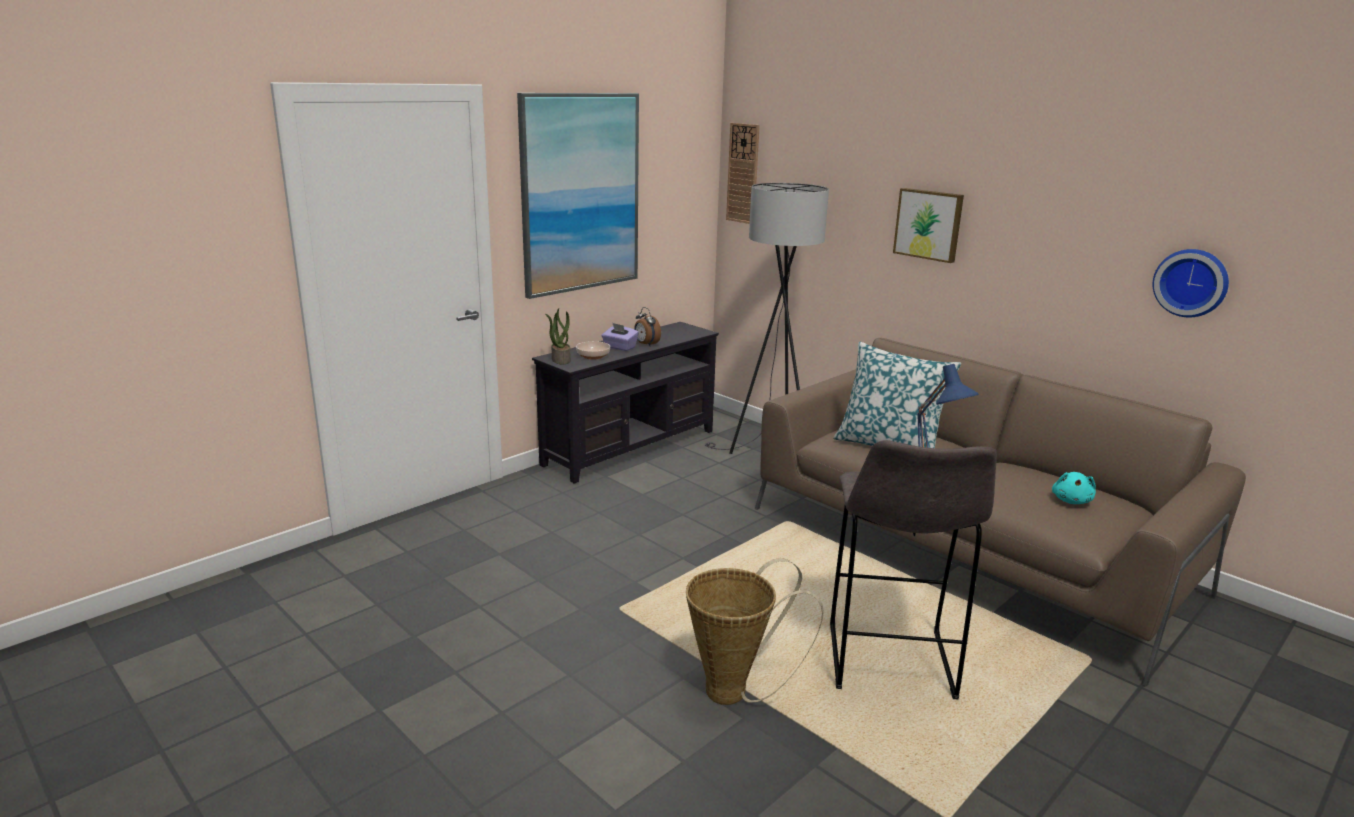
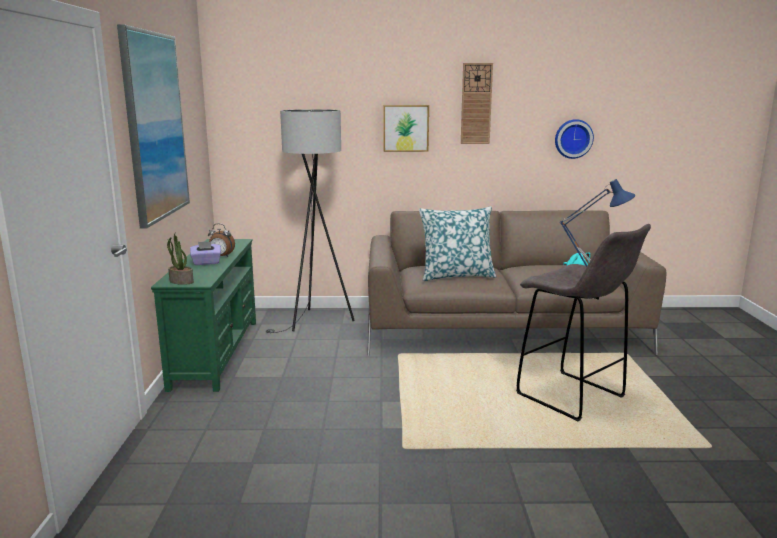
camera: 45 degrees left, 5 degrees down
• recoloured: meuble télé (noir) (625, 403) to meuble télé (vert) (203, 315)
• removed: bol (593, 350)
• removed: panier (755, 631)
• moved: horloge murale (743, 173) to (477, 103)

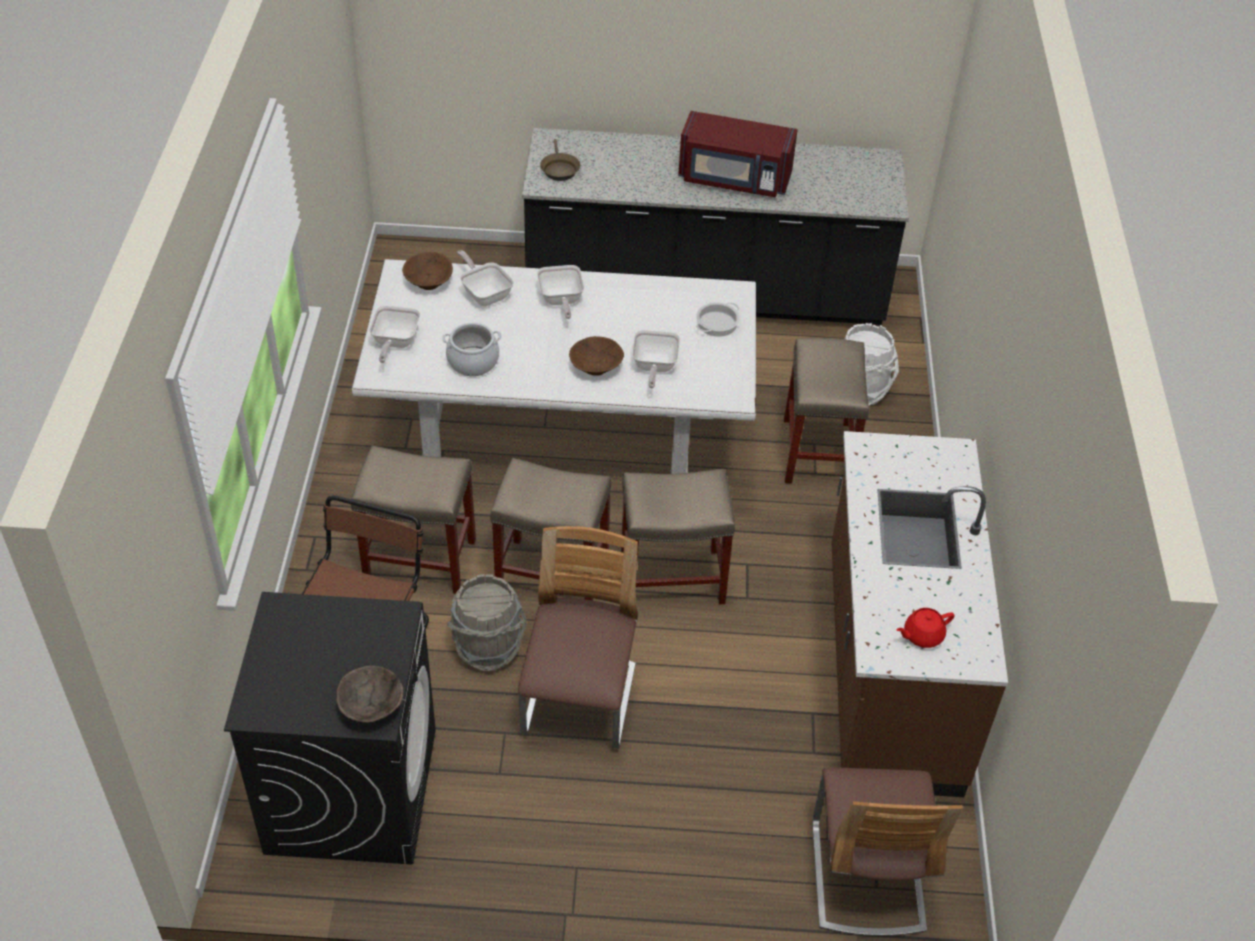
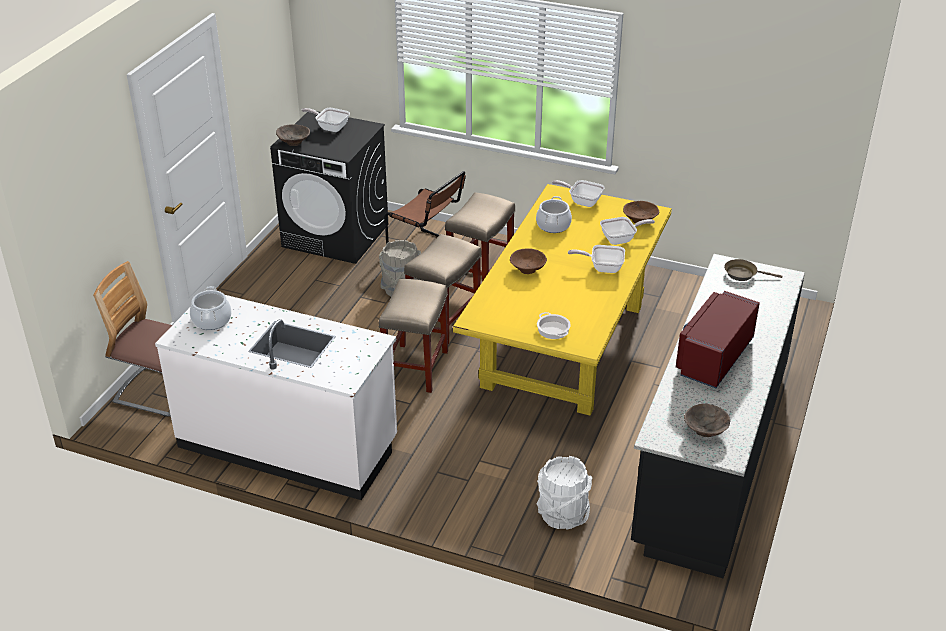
camera: 110 degrees right, 10 degrees down
• recoloured: table à manger (blanc) (554, 366) to table à manger (jaune) (562, 300)
• removed: chaise (578, 637)
• moved: poêle (656, 359) to (326, 120)
• removed: tabouret (beige) (826, 411)
• recoloured: comptoir de cuisine (marron) (919, 614) to comptoir de cuisine (blanc) (276, 395)
• replaced: théière (rouge) (925, 628) to marmite (211, 308)
• added: bol (marron) (707, 420)

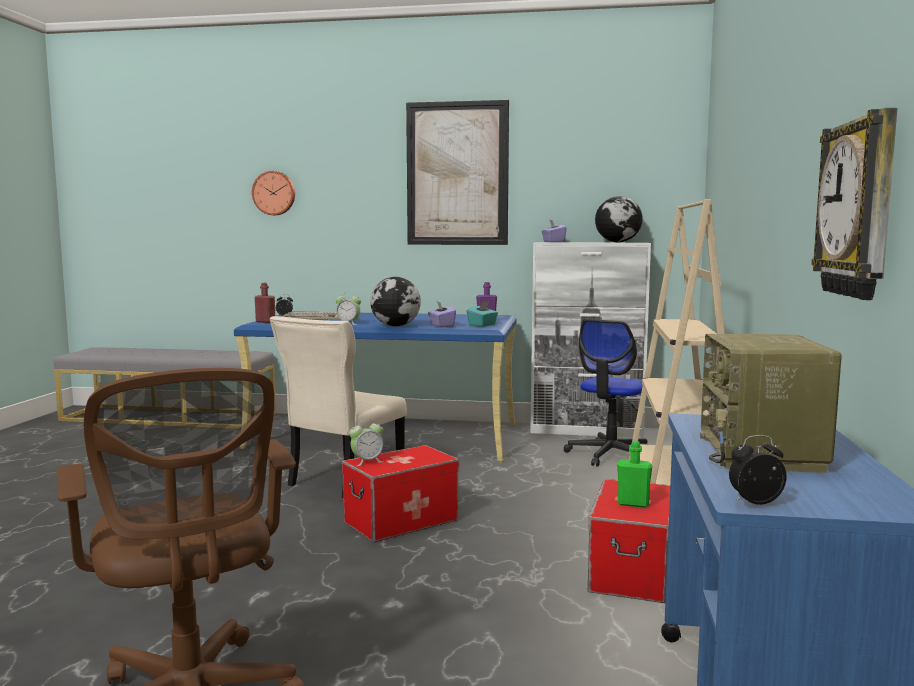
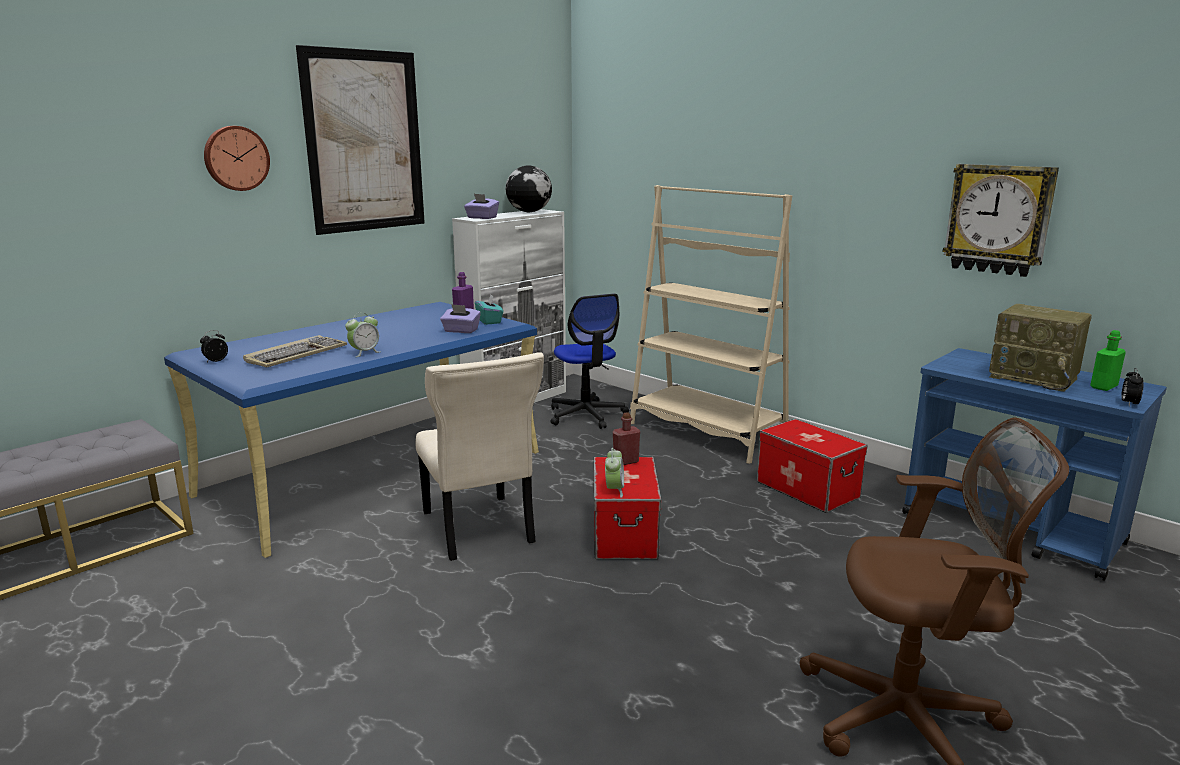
camera: 55 degrees left, 10 degrees up
• moved: horloge murale (273, 193) to (237, 158)
• moved: bouteille (rouge) (265, 303) to (626, 438)
• removed: globe (395, 301)
• moved: bouteille (vert) (634, 474) to (1108, 360)

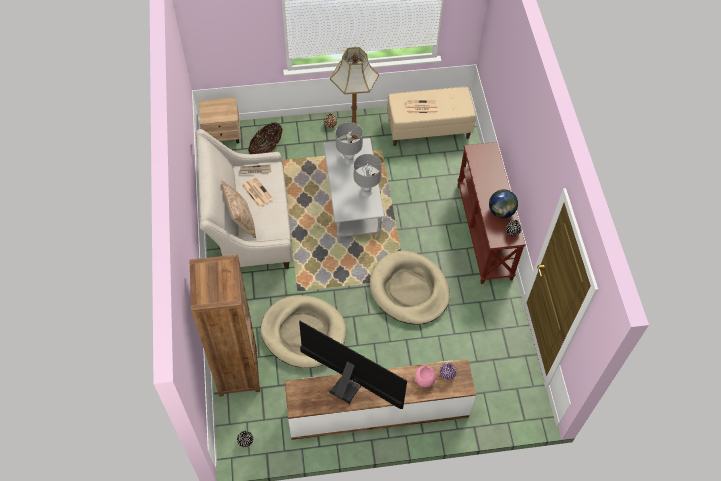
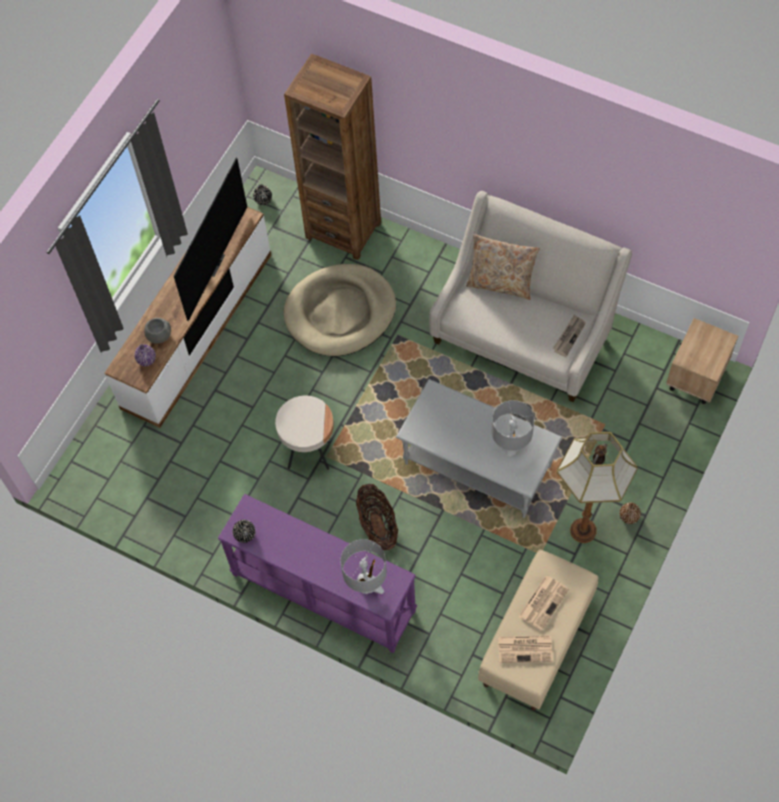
camera: 130 degrees right, 5 degrees up
• moved: journal (258, 192) to (525, 649)
• moved: panier (265, 138) to (377, 517)
• turned: téléviseur (353, 365) = (210, 239) 45 degrees counterclockwise
• moved: lampe de table (gris) (368, 175) to (363, 566)
• replaced: panier pour chien (beige) (410, 288) to table d'appoint (beige) (304, 433)
• recoloured: bol (rose) (425, 376) to bol (gris) (157, 330)
• recoloured: table console (marron) (491, 213) to table console (violet) (317, 573)
• removed: globe (503, 204)

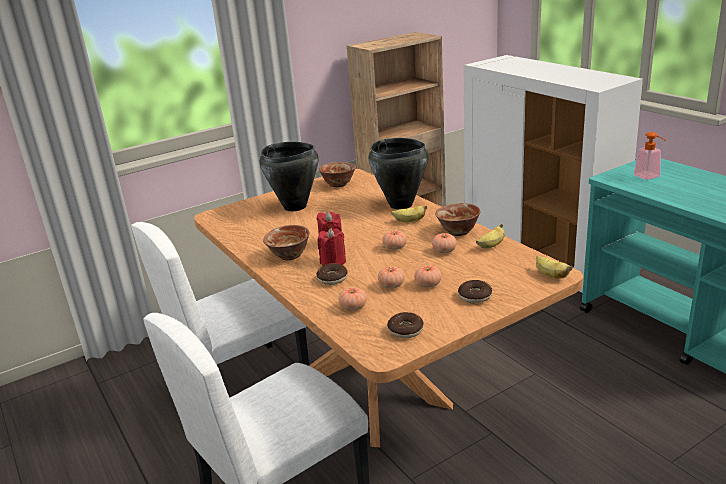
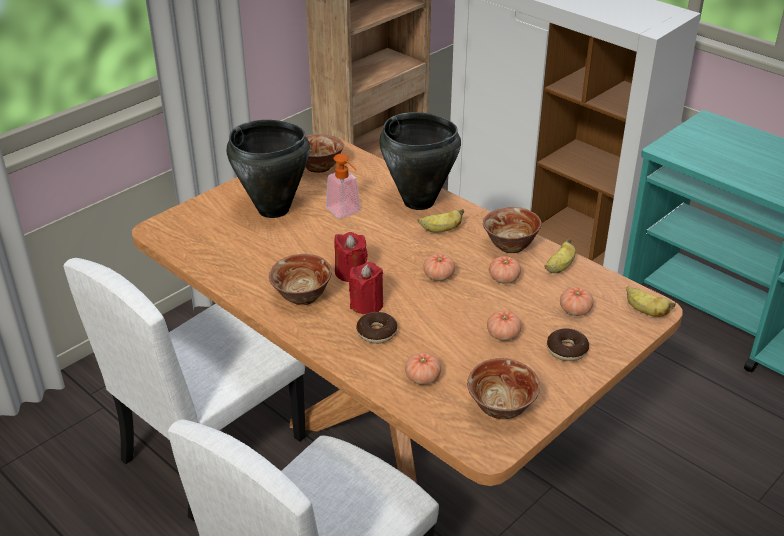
camera: 15 degrees left, 10 degrees up
• moved: tomate (391, 277) to (577, 301)
• replaced: beignet (405, 325) to bol (503, 388)
• moved: distributeur de savon (649, 156) to (343, 186)

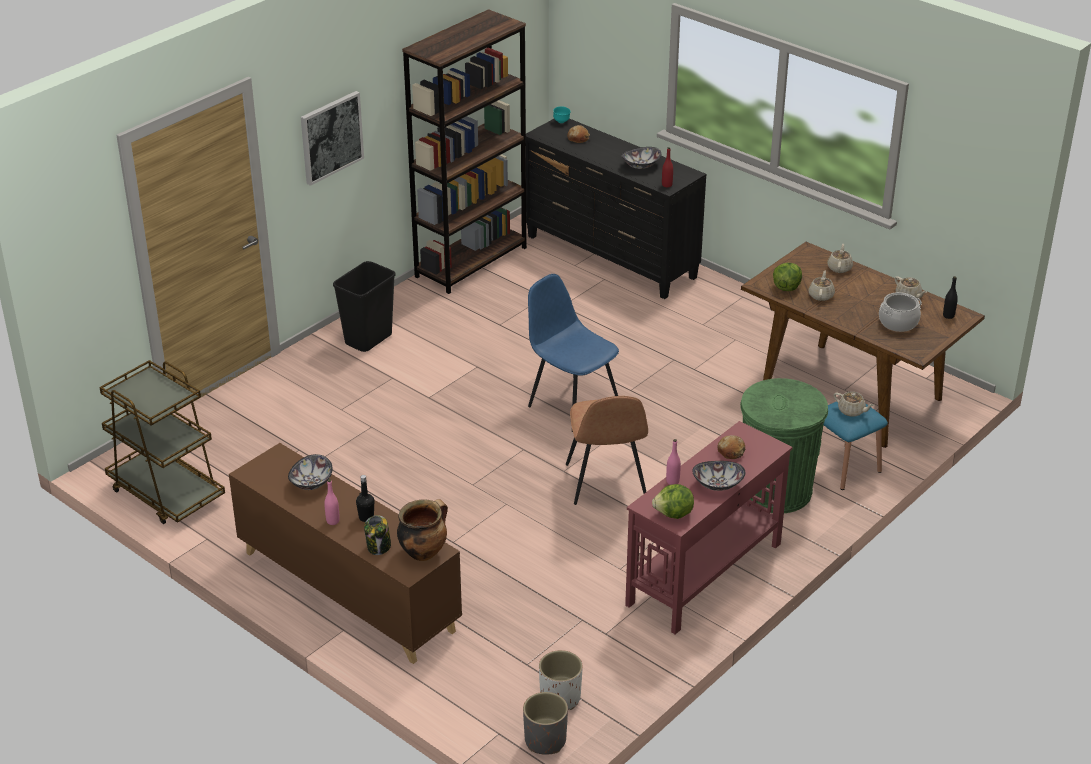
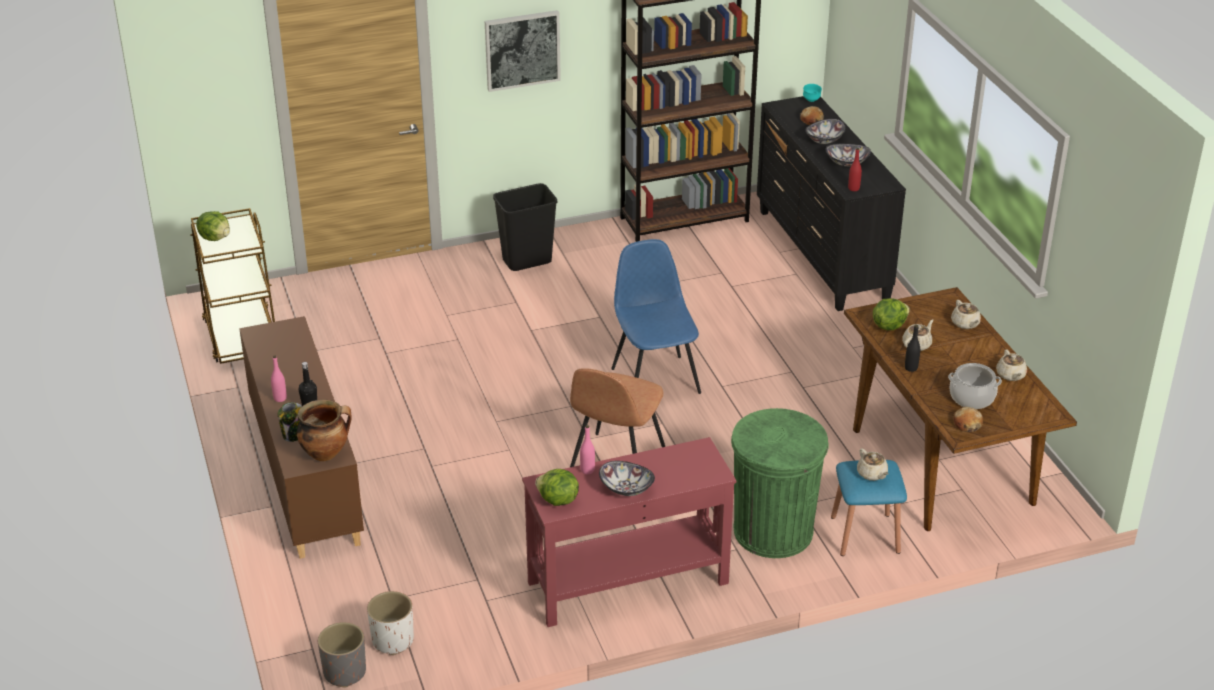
camera: 30 degrees right, 0 degrees up
• moved: bol (310, 472) to (825, 131)
• moved: pain (731, 447) to (968, 419)
• turned: théière (beige) (840, 258) = (966, 314) 120 degrees clockwise
• moved: bouteille (noir) (950, 297) to (912, 348)
• added: laitue (213, 226)

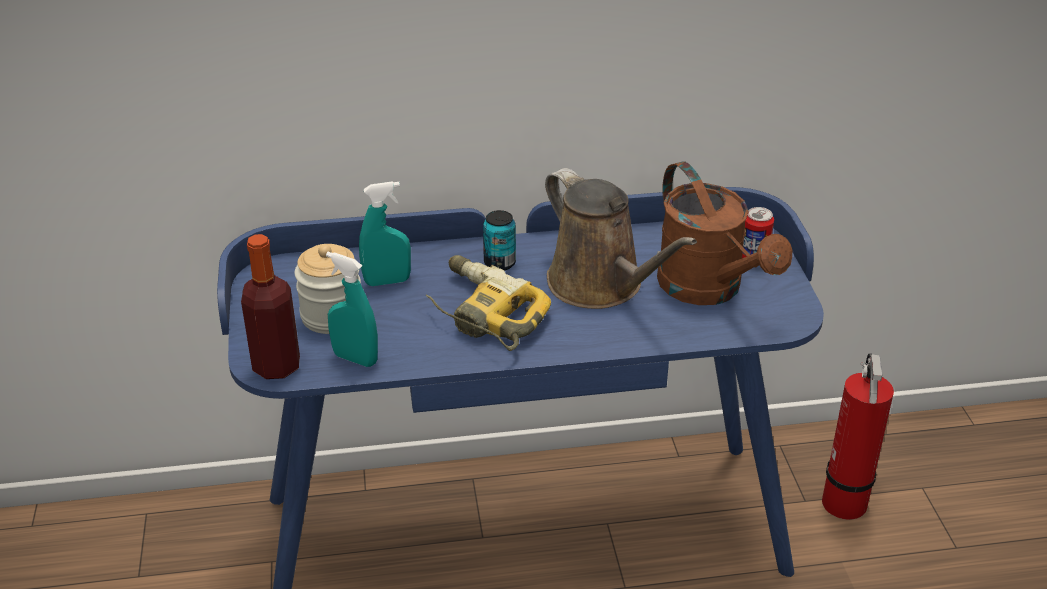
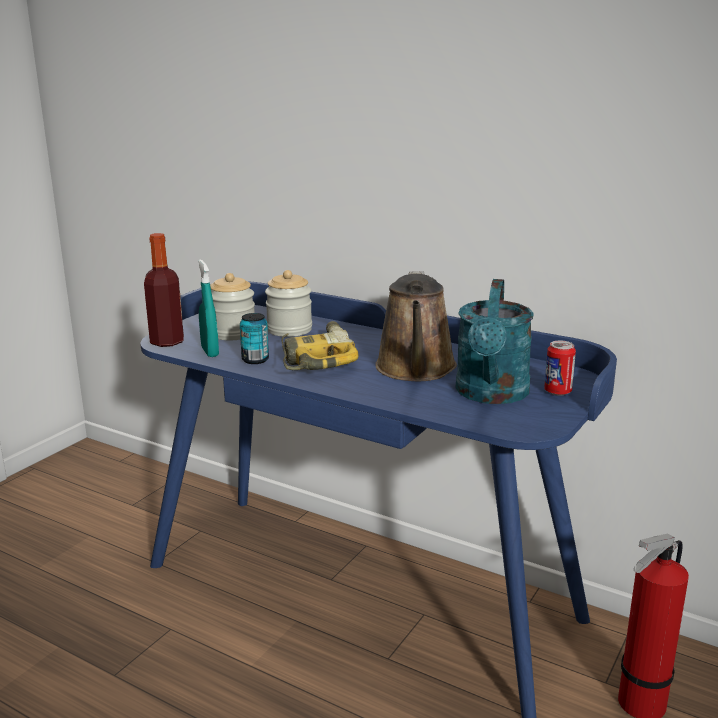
camera: 40 degrees right, 15 degrees down
• replaced: vaporisateur (turquoise) (385, 233) to bocal (288, 303)
• moved: boîte métallique (499, 240) to (254, 338)
• recoloured: arrosoir (marron) (724, 233) to arrosoir (turquoise) (495, 341)

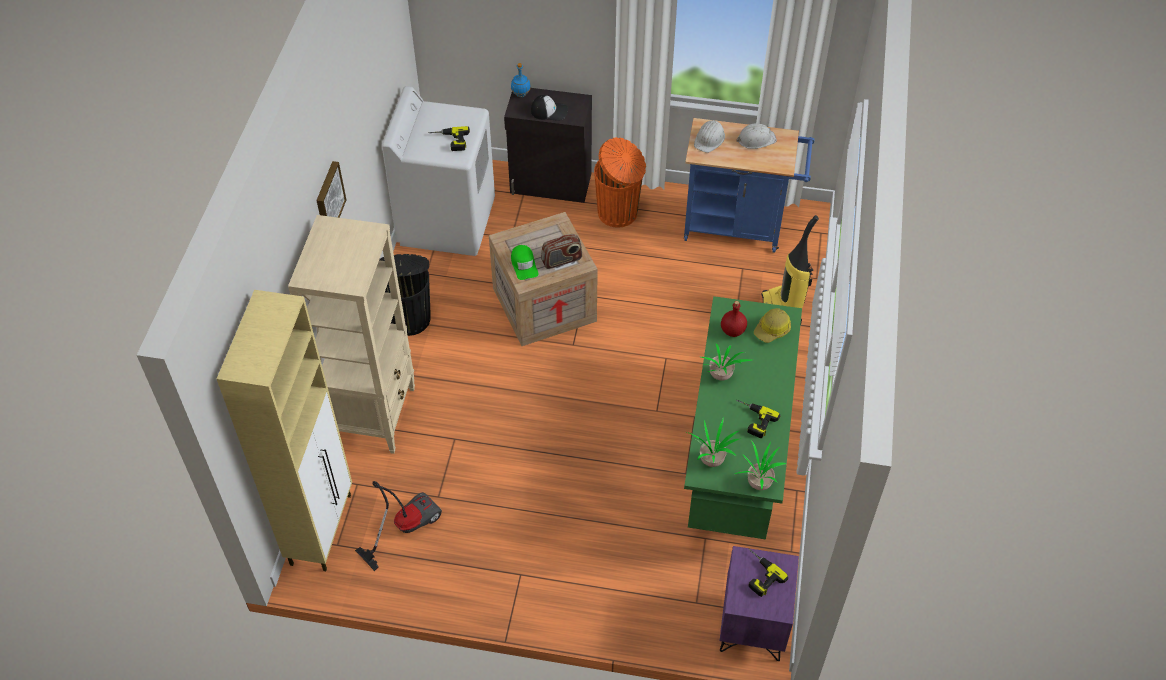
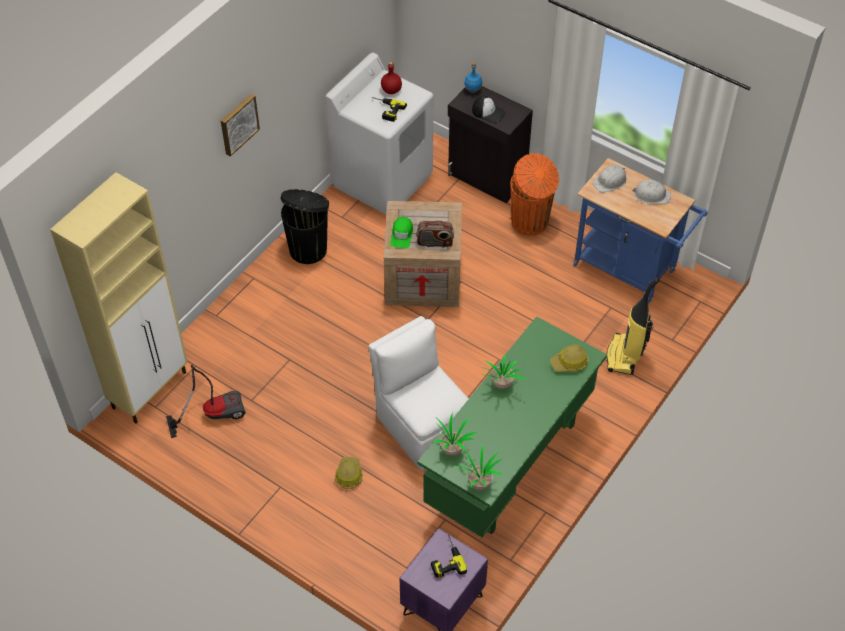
camera: 25 degrees right, 0 degrees up
• removed: bibliothèque (beige) (351, 334)
• moved: bouteille (rouge) (734, 319) to (391, 78)
• removed: perceuse (758, 419)
• added: casque de chantier (349, 473)
• added: chaise (blanc) (419, 393)

